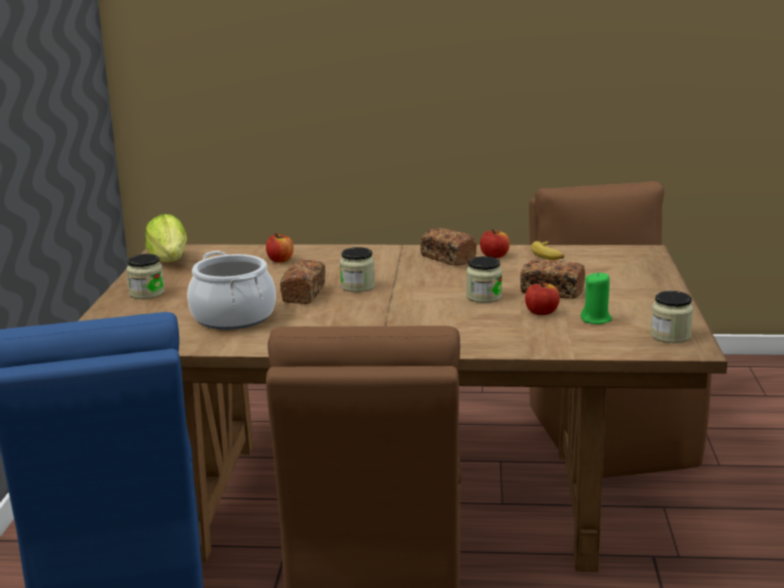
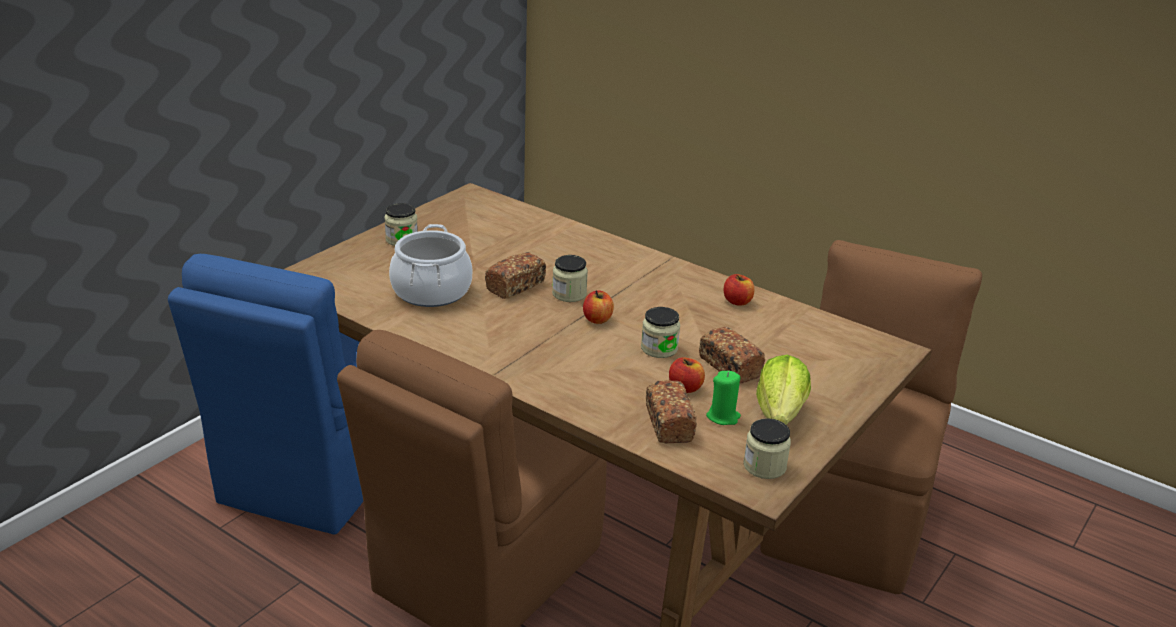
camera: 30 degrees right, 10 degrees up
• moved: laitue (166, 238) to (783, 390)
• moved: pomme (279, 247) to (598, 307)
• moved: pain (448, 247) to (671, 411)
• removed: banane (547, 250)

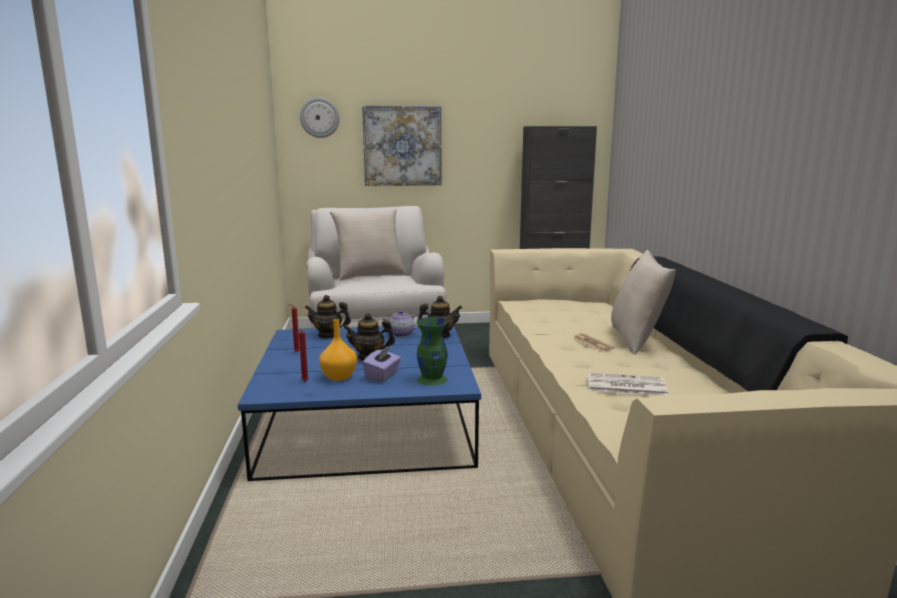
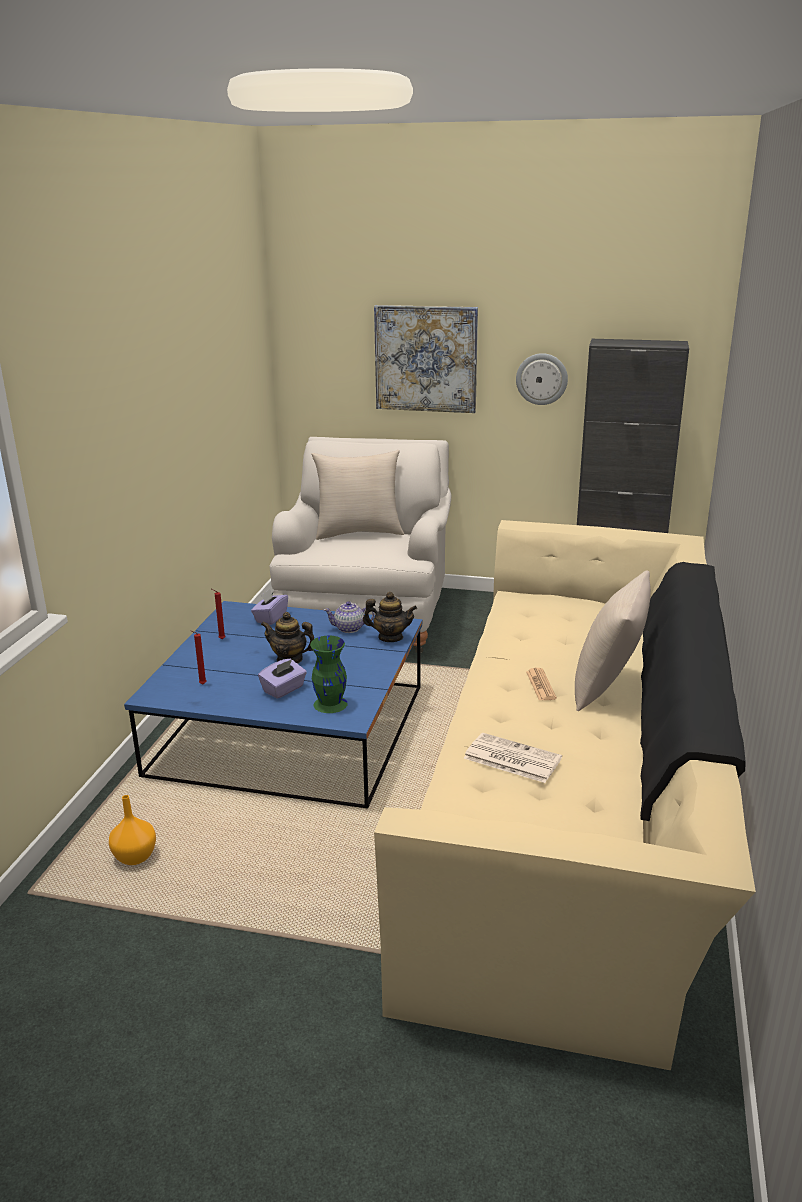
camera: 20 degrees right, 10 degrees up
• moved: horloge murale (320, 117) to (542, 379)
• replaced: théière (328, 317) to boîte à mouchoirs (violet) (269, 607)
• moved: vase (orange) (338, 350) to (132, 830)

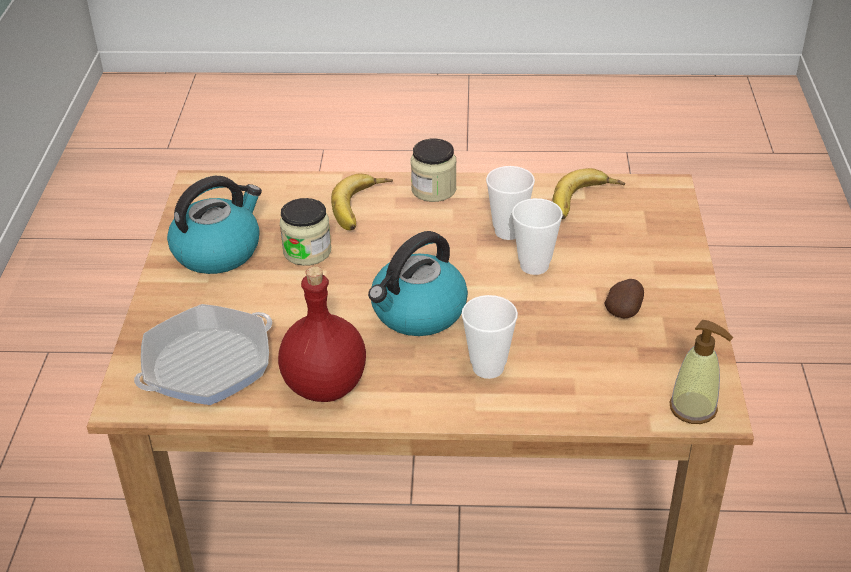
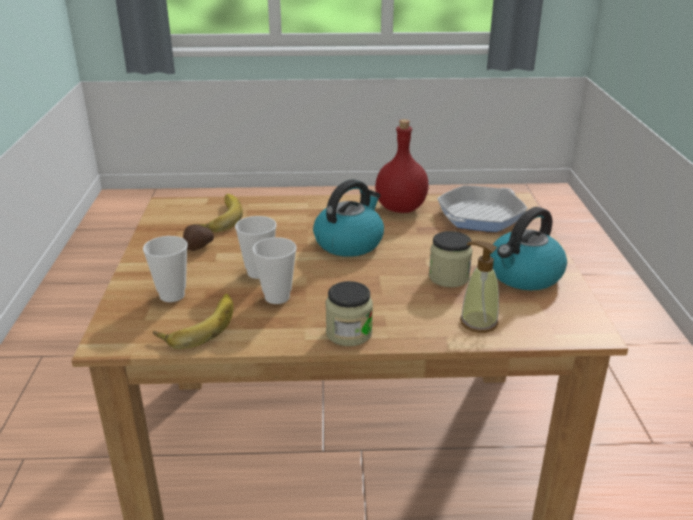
camera: 175 degrees right, 10 degrees down
• moved: banane (362, 202) to (218, 213)
• moved: tasse (490, 337) to (165, 269)
• moved: distributeur de savon (701, 372) to (479, 287)

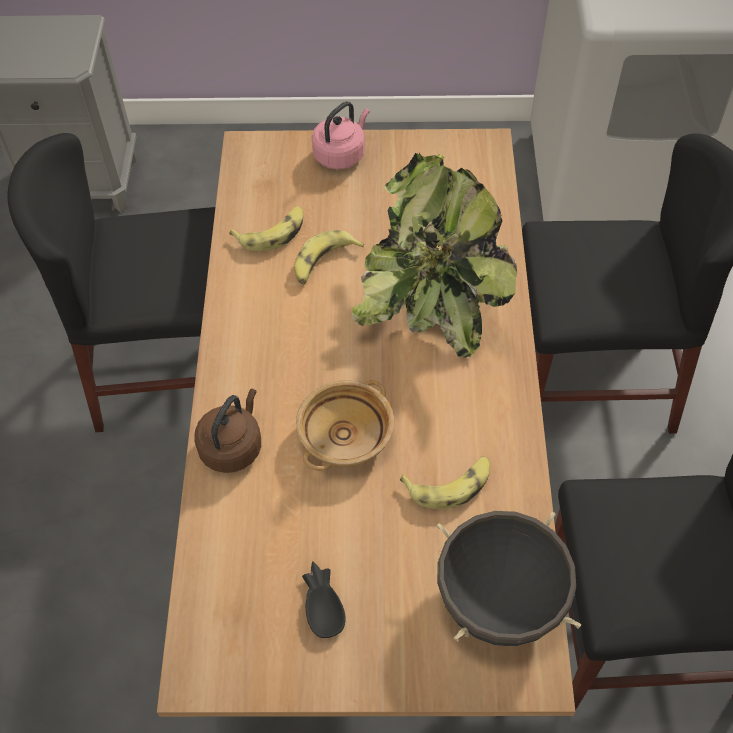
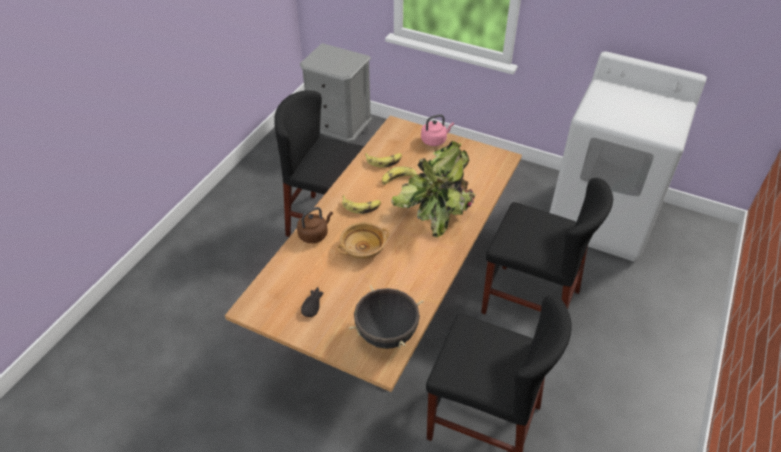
camera: 25 degrees right, 10 degrees down
• moved: banane (445, 482) to (361, 204)

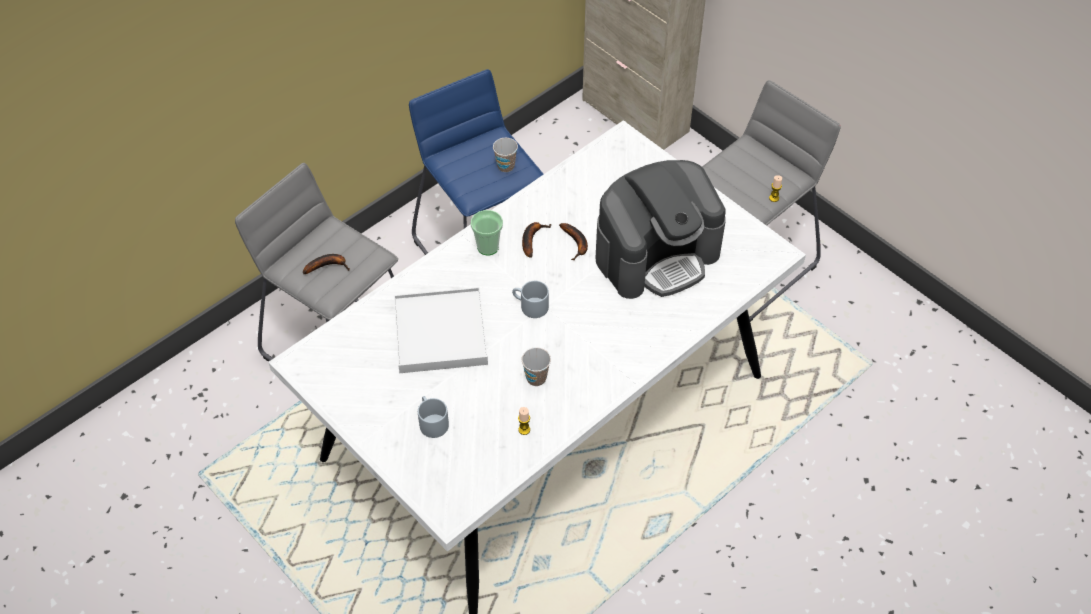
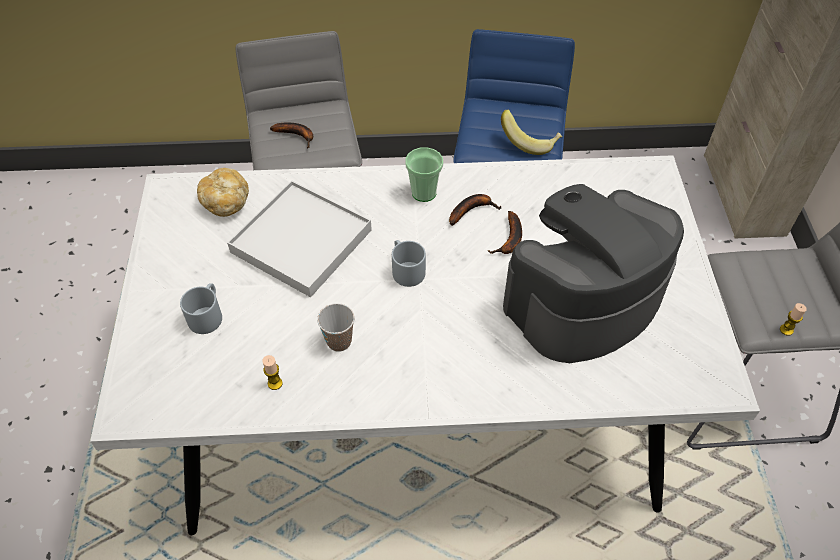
camera: 40 degrees right, 0 degrees up
• replaced: tasse (505, 155) to banane (531, 132)
• turned: machine à café (661, 229) = (593, 273) 135 degrees clockwise
• added: pain (223, 192)

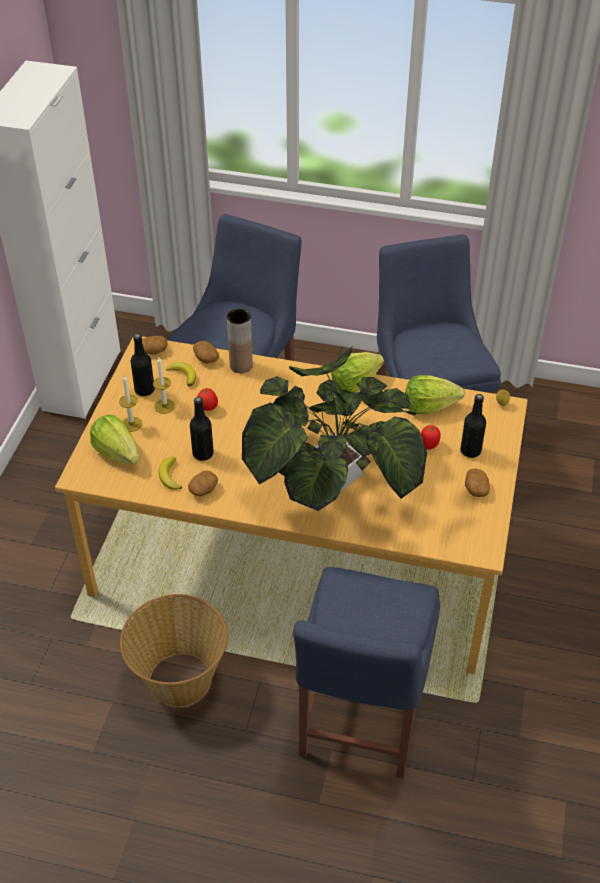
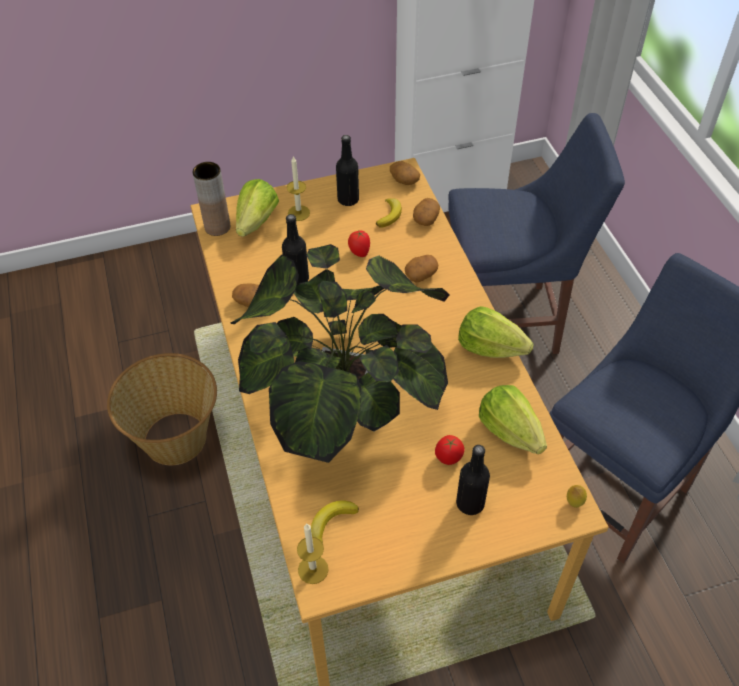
camera: 60 degrees right, 5 degrees up
• moved: bougie (164, 385) to (312, 554)
• moved: banane (170, 473) to (335, 521)
• moved: vase (marron) (240, 341) to (211, 199)
• removed: chaise (bleu) (366, 673)
• moved: pomme de terre (477, 483) to (421, 269)

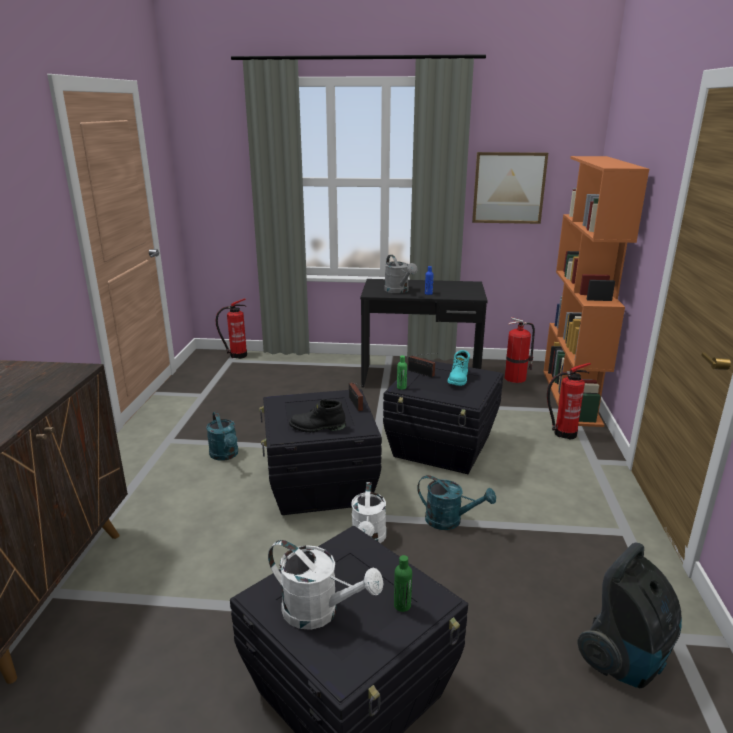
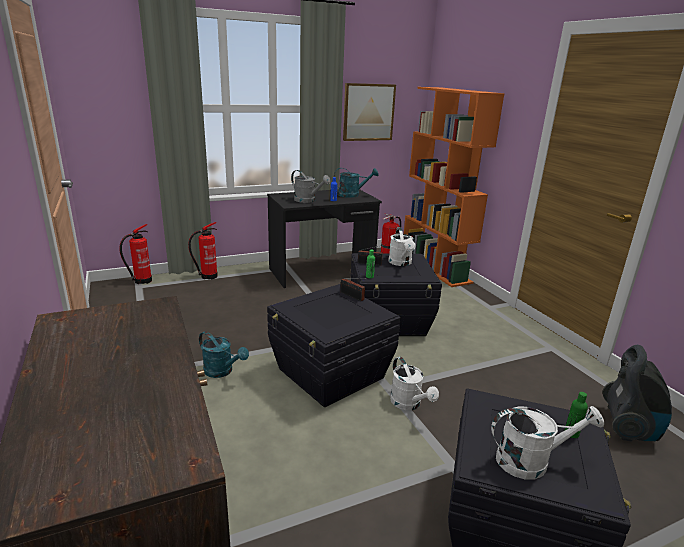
camera: 30 degrees left, 0 degrees up
• removed: botte (noir) (317, 416)
• moved: arrosoir (turquoise) (456, 502) to (356, 183)
• replaced: botte (turquoise) (458, 368) to arrosoir (blanc) (402, 246)
• moved: extincteur (569, 401) to (203, 250)

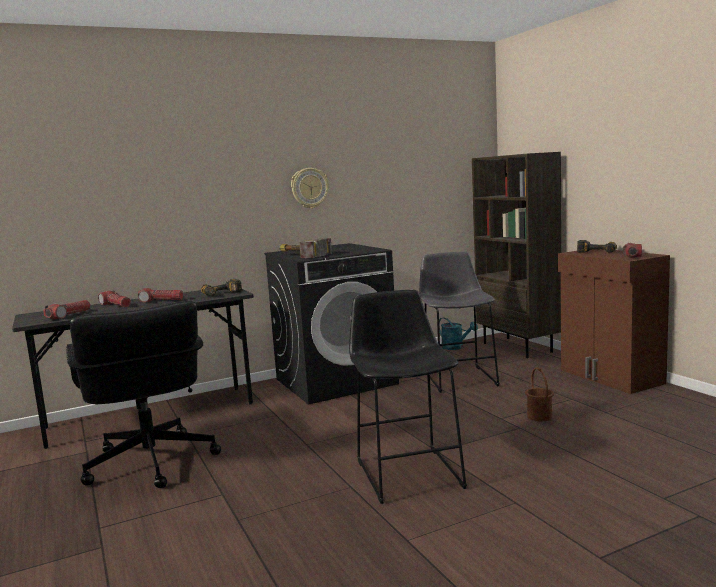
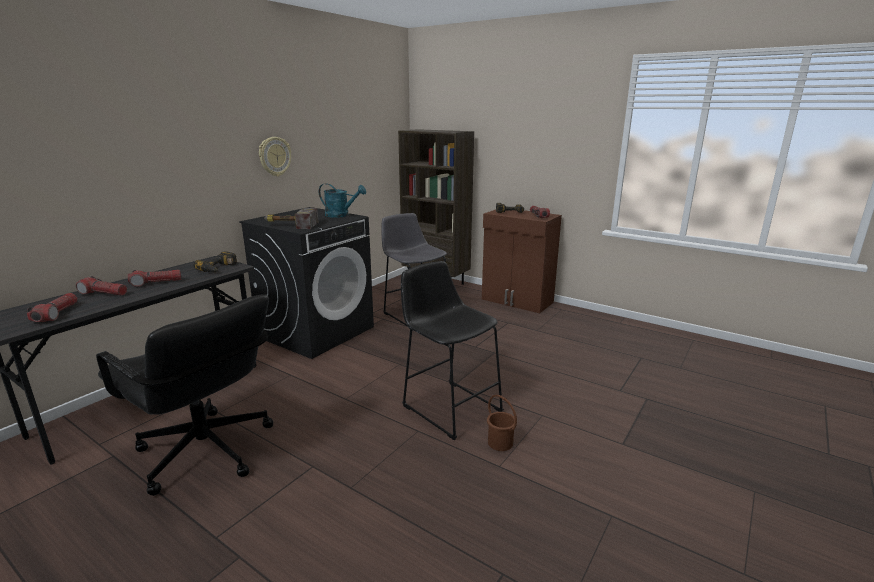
camera: 30 degrees left, 10 degrees up
• moved: arrosoir (turquoise) (458, 334) to (342, 200)
• moved: seau (marron) (539, 394) to (502, 423)

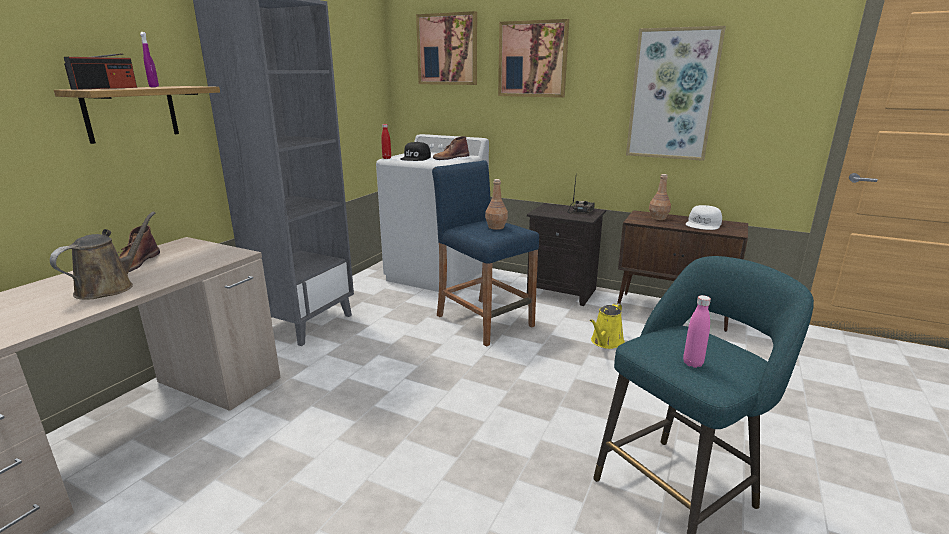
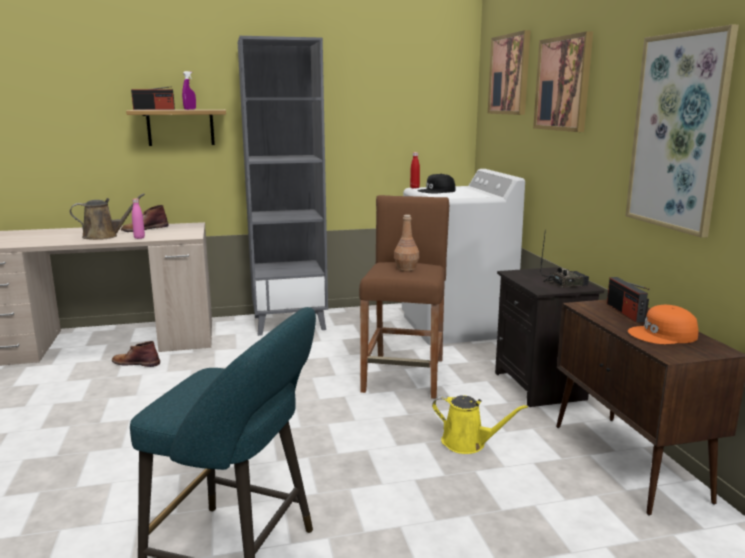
camera: 50 degrees right, 5 degrees down
• recoloured: tabouret (bleu) (485, 253) to tabouret (marron) (404, 297)
• moved: botte (marron) (451, 148) to (136, 354)
• turned: arrosoir (jaune) (607, 326) = (480, 424) 150 degrees counterclockwise
• replaced: bouteille (marron) (660, 197) to radio (628, 299)
• moved: bouteille (rose) (697, 331) to (138, 218)
• recoloured: casquette (blanc) (704, 217) to casquette (orange) (663, 324)

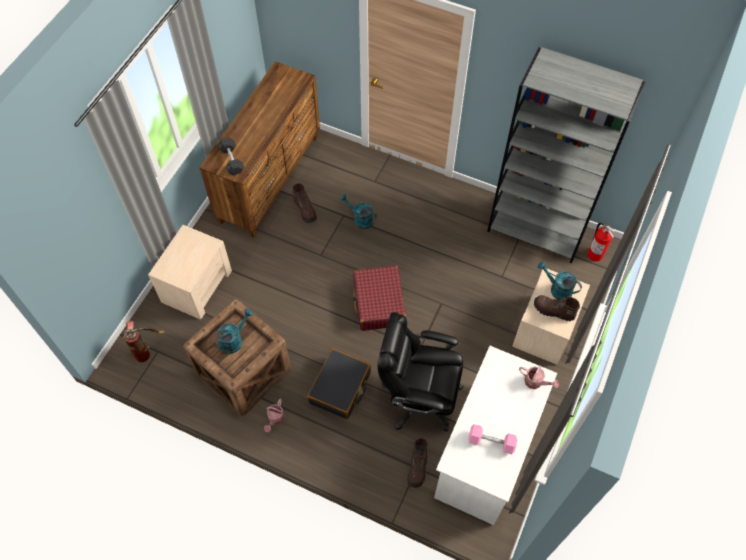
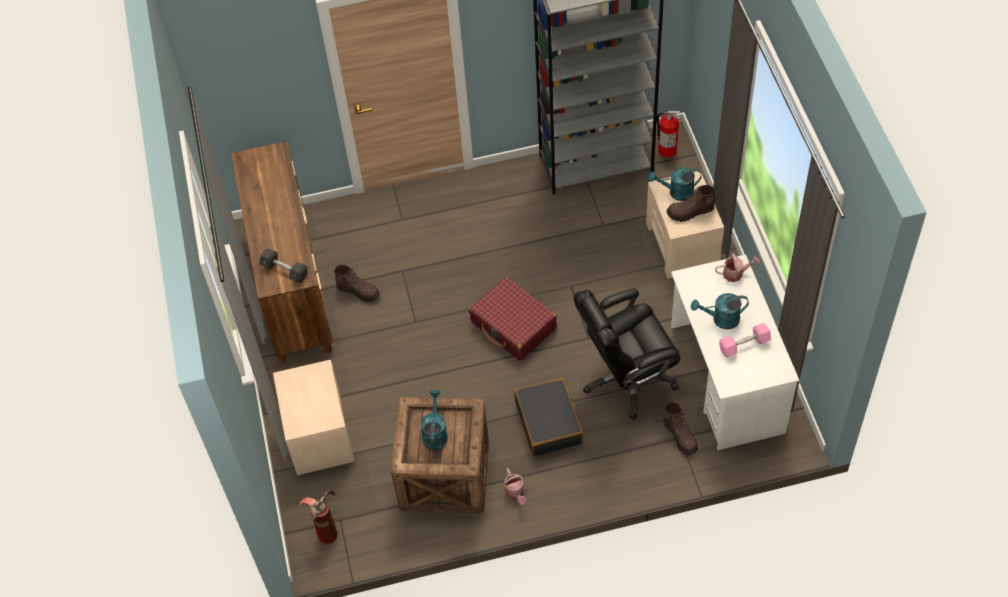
camera: 35 degrees left, 5 degrees down
• moved: arrosoir (turquoise) (358, 211) to (720, 311)

